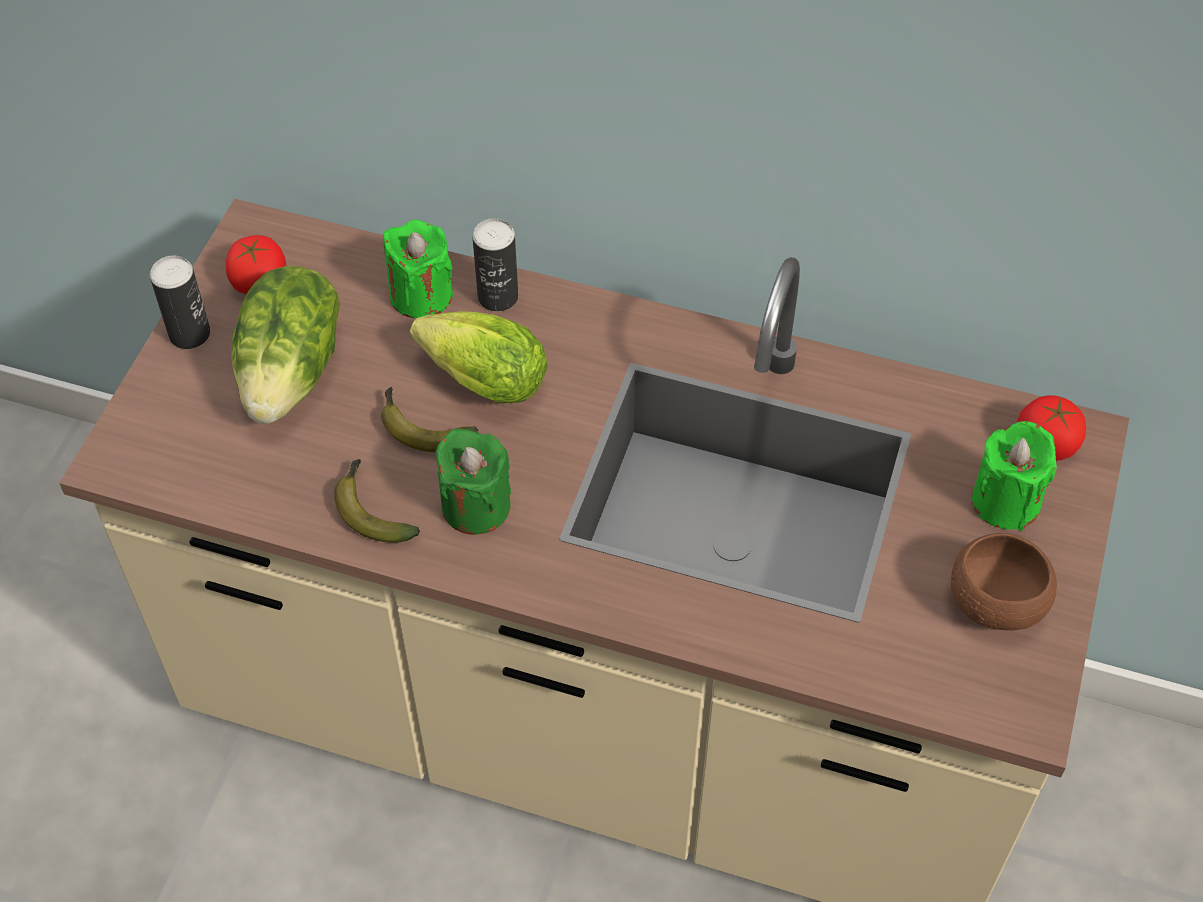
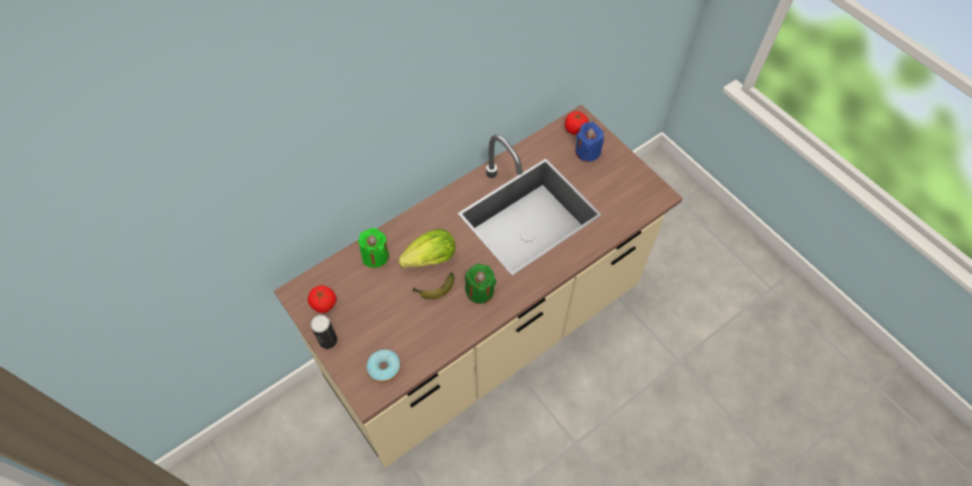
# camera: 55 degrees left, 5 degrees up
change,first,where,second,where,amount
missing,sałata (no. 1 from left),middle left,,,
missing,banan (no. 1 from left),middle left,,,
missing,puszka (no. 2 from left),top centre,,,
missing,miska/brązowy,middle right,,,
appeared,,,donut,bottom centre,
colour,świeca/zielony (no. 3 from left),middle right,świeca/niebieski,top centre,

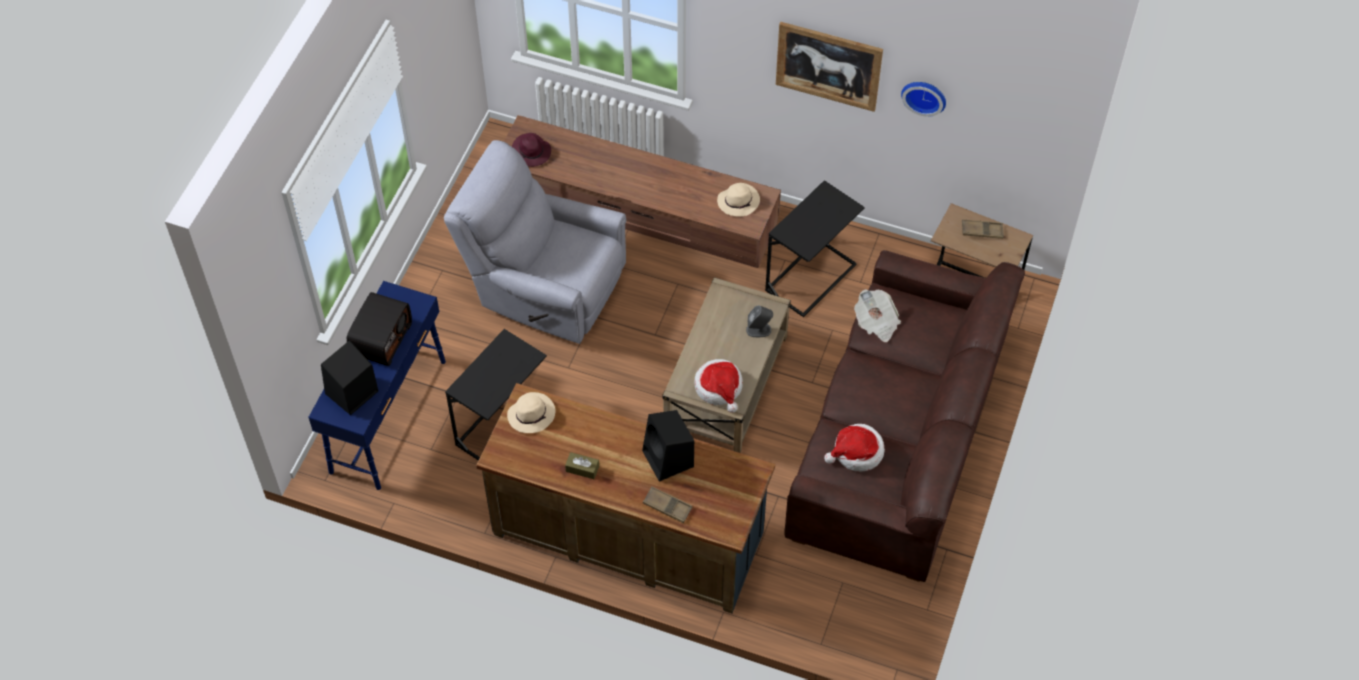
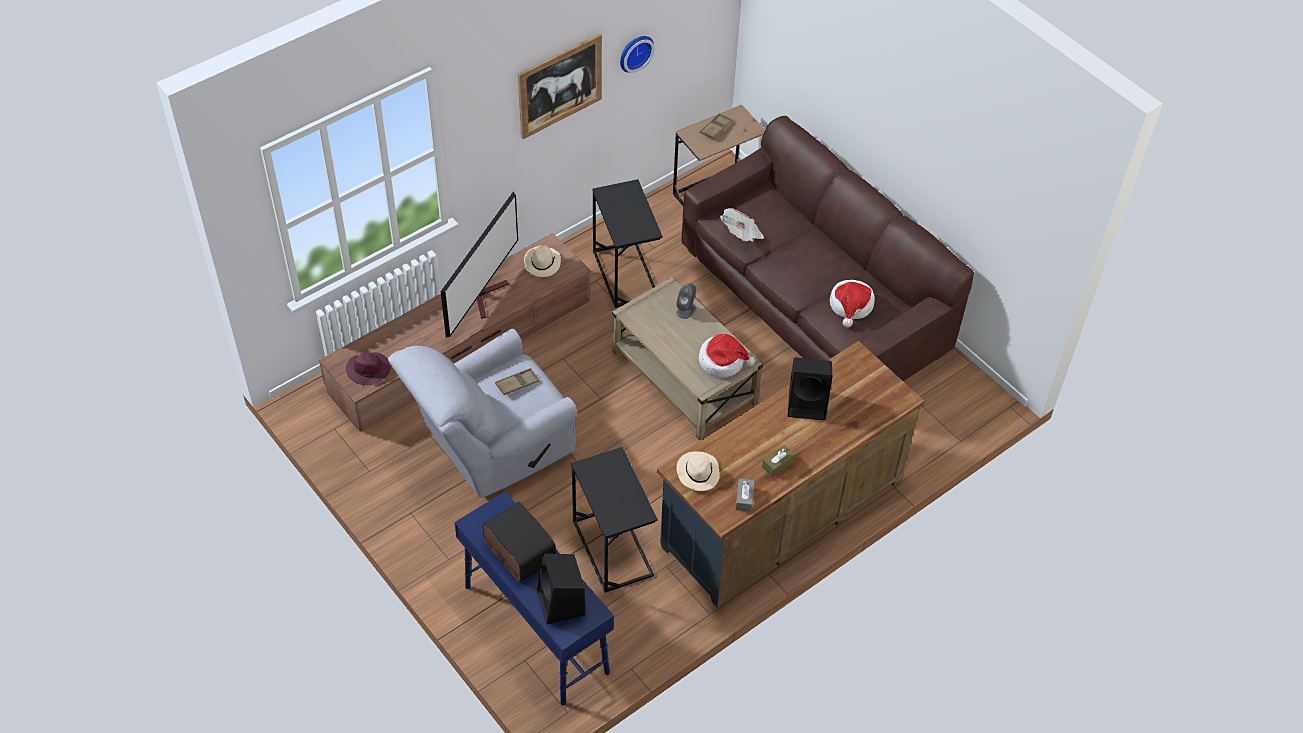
# camera: 60 degrees left, 5 degrees down
change,first,where,second,where,amount
appeared,,,telewizor,centre,
appeared,,,pudełko chusteczek/szary,bottom centre,
relocated,taca/brązowy (no. 1 from left),bottom centre,,centre,

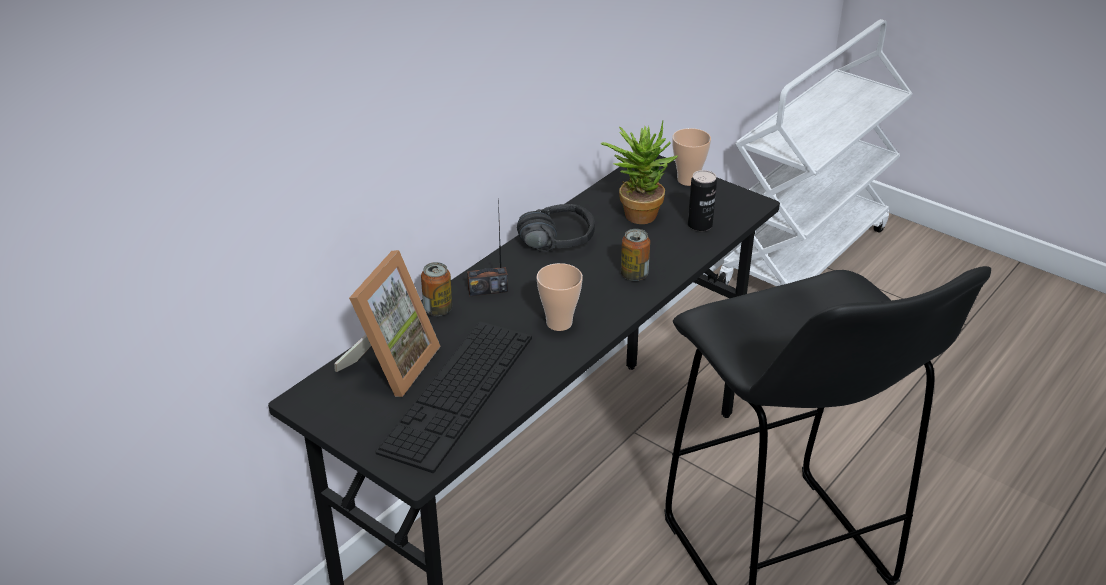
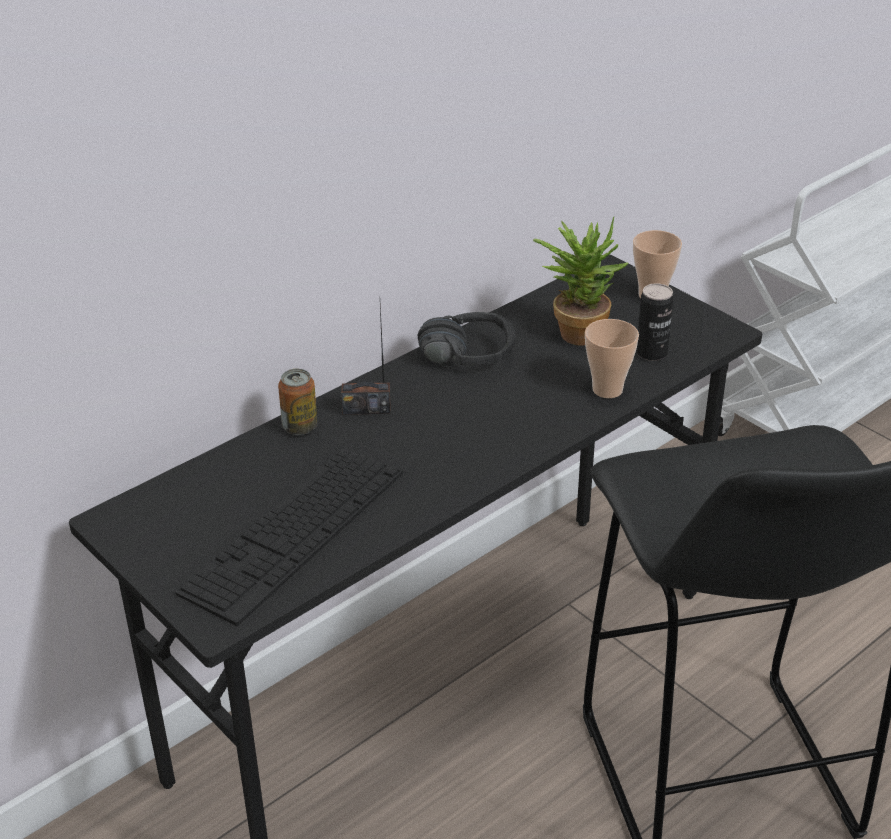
# camera: 10 degrees right, 0 degrees up
change,first,where,second,where,amount
missing,ramka na zdjęcie,centre,,,
missing,puszka (no. 2 from left),centre,,,
relocated,filiżanka (no. 1 from left),centre,,middle right,

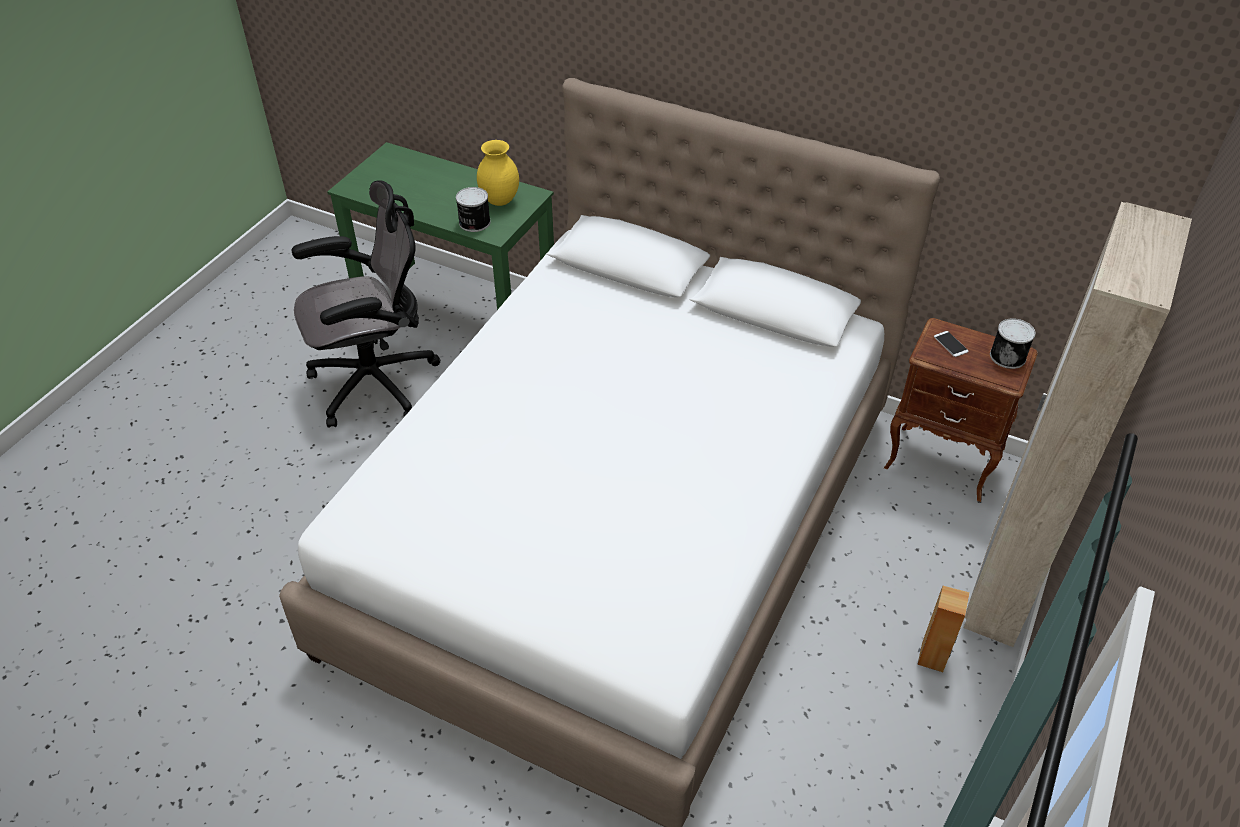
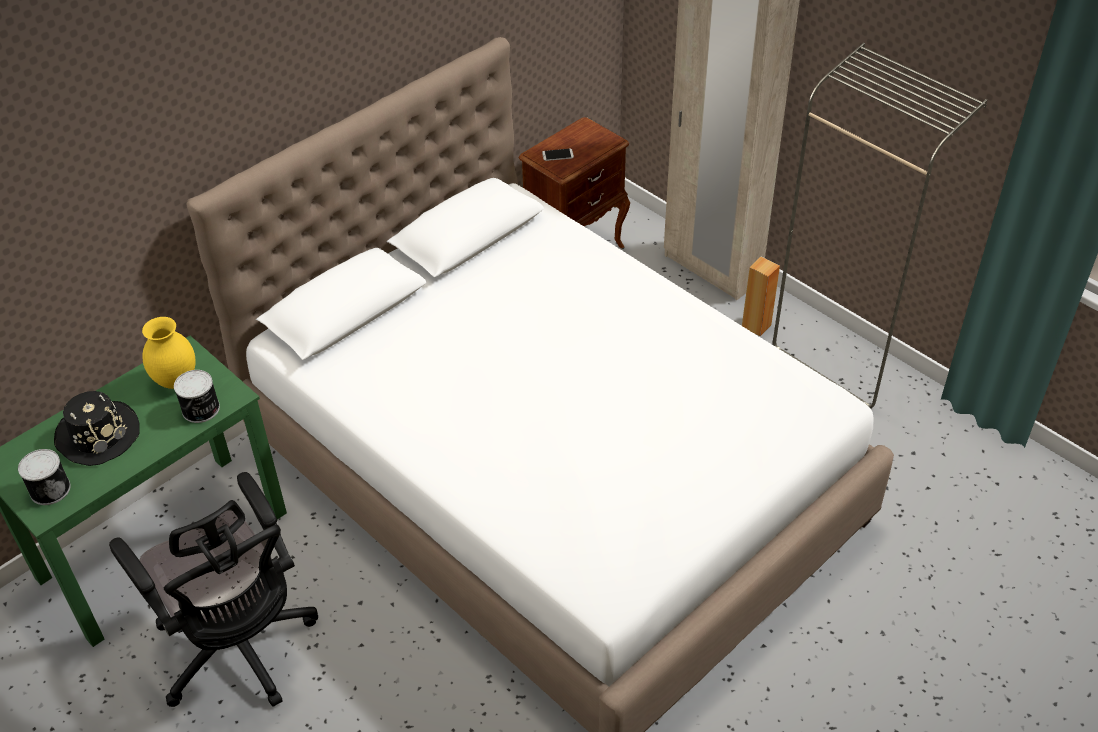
# camera: 70 degrees left, 0 degrees up
change,first,where,second,where,amount
appeared,,,kapelusz/czarny,middle left,
appeared,,,wieszak/szary,top right,
relocated,puszka (no. 2 from left in the first image),middle right,puszka (no. 1 from left),middle left,
spun,krzesło biurowe,middle left,,bottom left,150 degrees clockwise

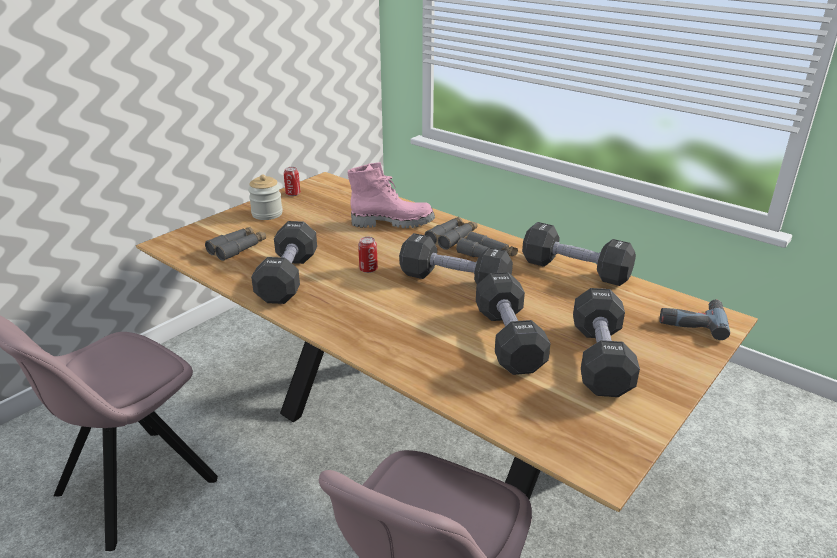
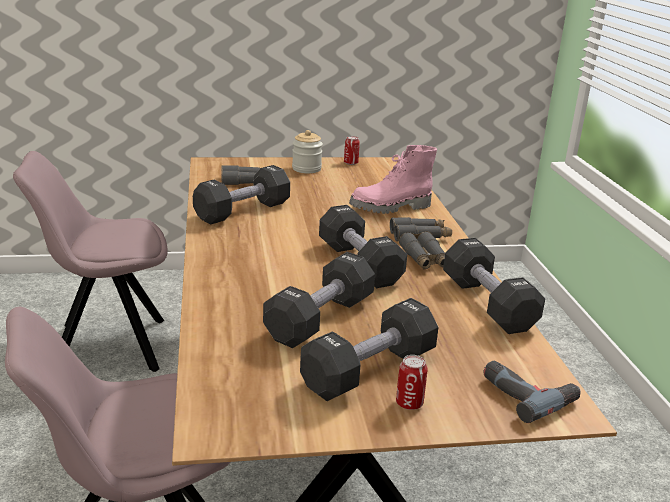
# camera: 40 degrees right, 5 degrees down
change,first,where,second,where,amount
relocated,puszka (no. 2 from left),centre,,bottom centre,
spun,but z cholewką/różowy,centre,,centre,120 degrees clockwise

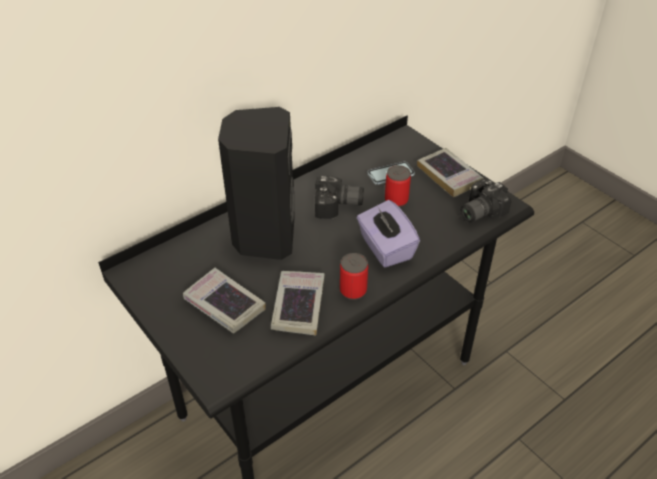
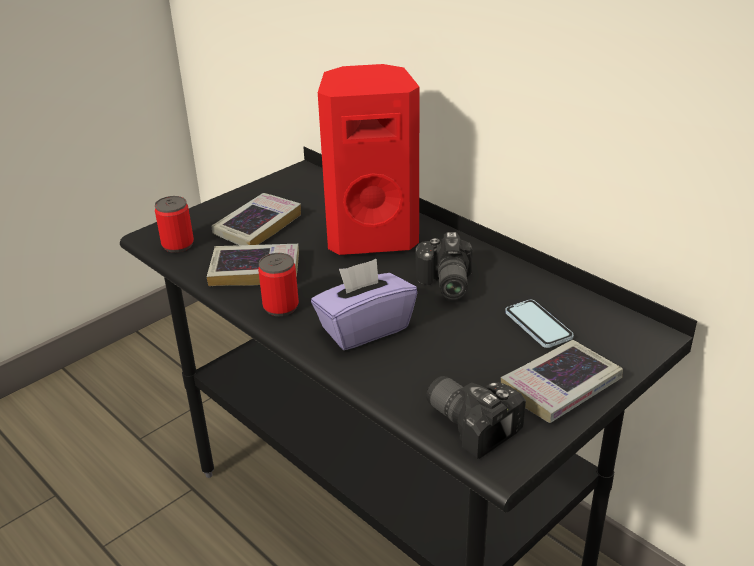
# camera: 85 degrees right, 10 degrees down
change,first,where,second,where,amount
relocated,puszka (no. 2 from left in the first image),centre,puszka (no. 1 from left),middle left,
colour,głośnik/czarny,centre,głośnik/czerwony,top centre,

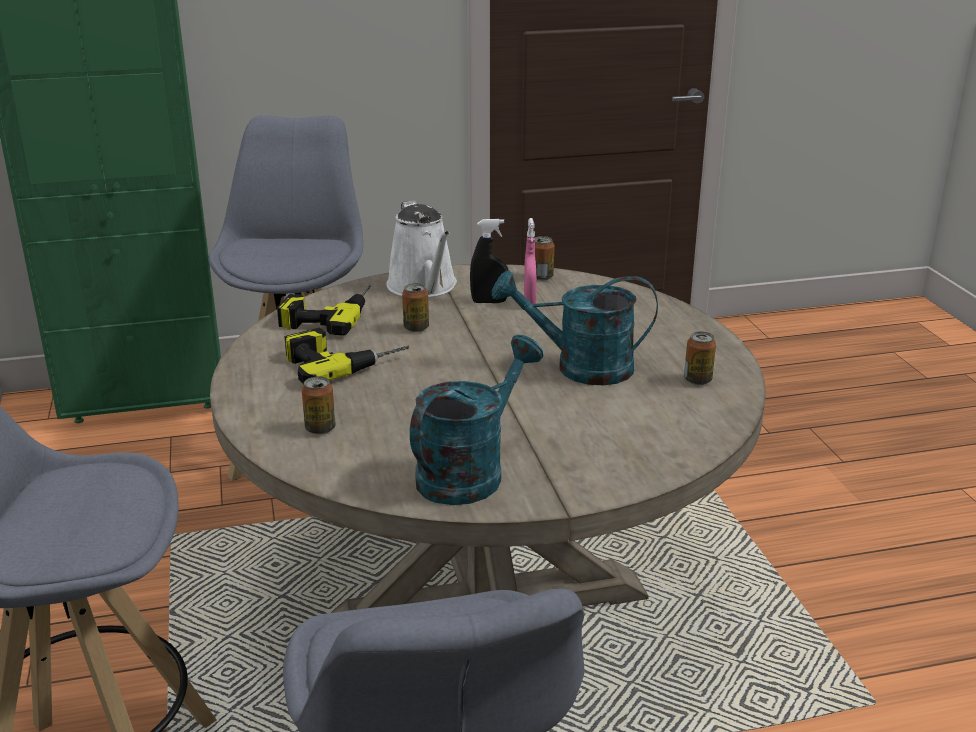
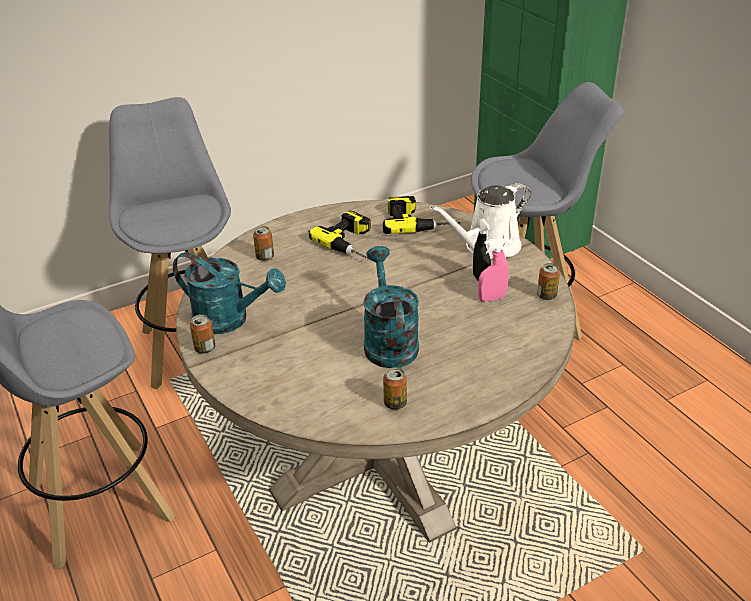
# camera: 75 degrees right, 10 degrees up
change,first,where,second,where,amount
relocated,puszka (no. 2 from left in the first image),centre,puszka (no. 1 from left),middle left,

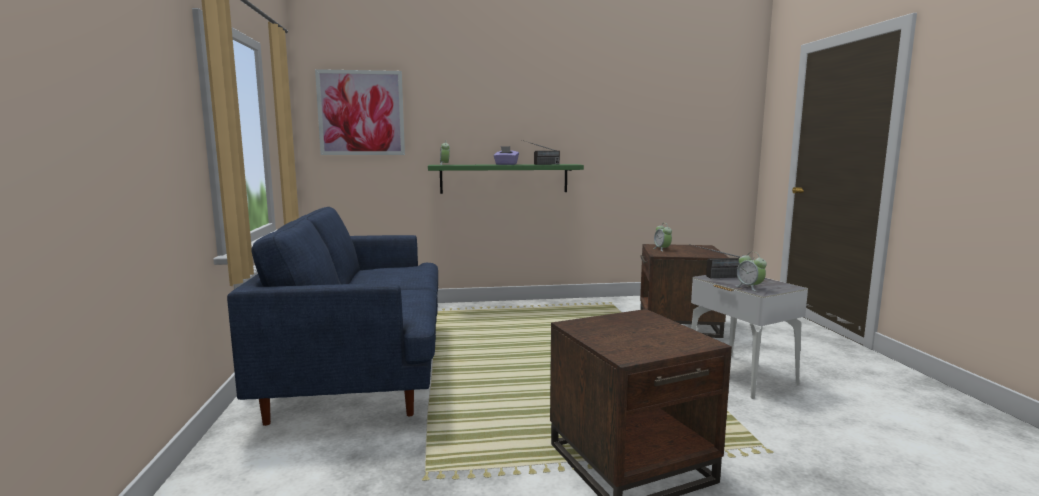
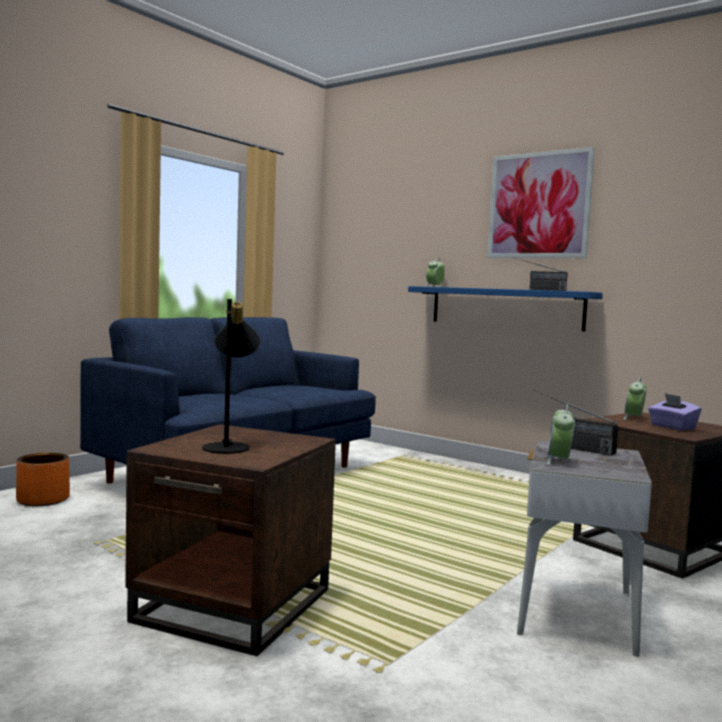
# camera: 45 degrees right, 5 degrees down
change,first,where,second,where,amount
appeared,,,donica/pomarańczowy,middle left,
appeared,,,lampa stołowa/czarny,middle left,
relocated,obraz,top centre,,top right,
relocated,pudełko chusteczek/fioletowy,top centre,,middle right,
colour,półka/zielony,centre,półka/niebieski,middle right,

